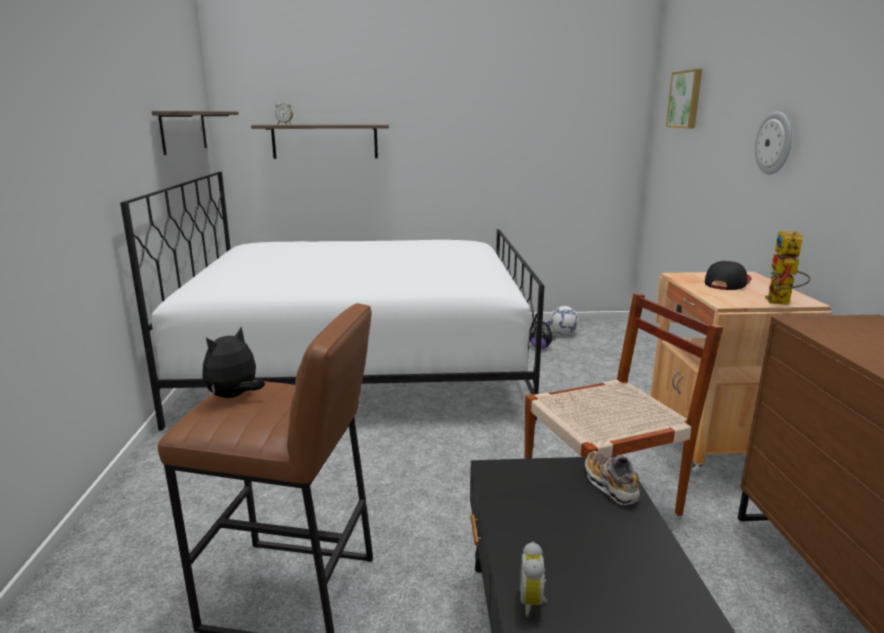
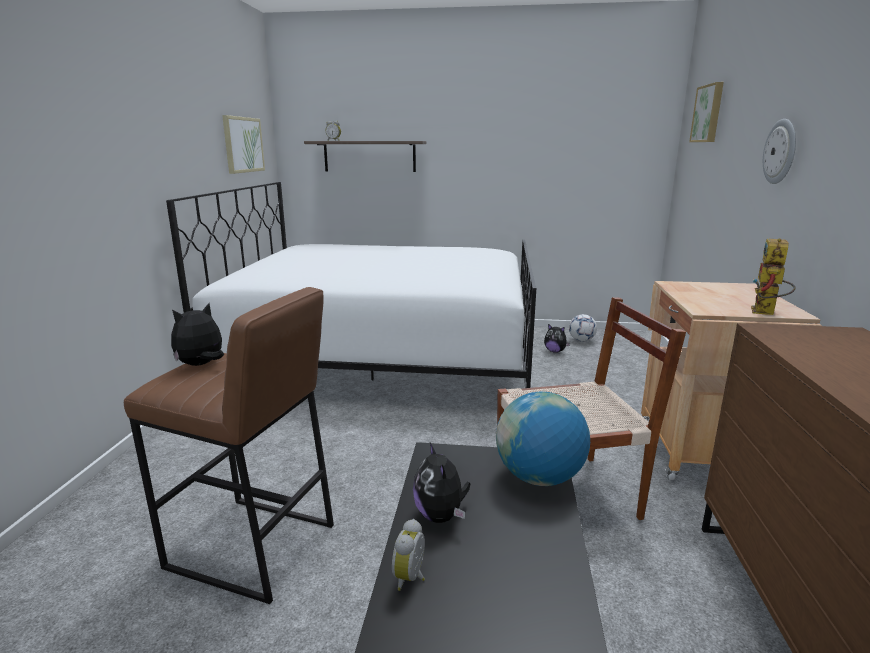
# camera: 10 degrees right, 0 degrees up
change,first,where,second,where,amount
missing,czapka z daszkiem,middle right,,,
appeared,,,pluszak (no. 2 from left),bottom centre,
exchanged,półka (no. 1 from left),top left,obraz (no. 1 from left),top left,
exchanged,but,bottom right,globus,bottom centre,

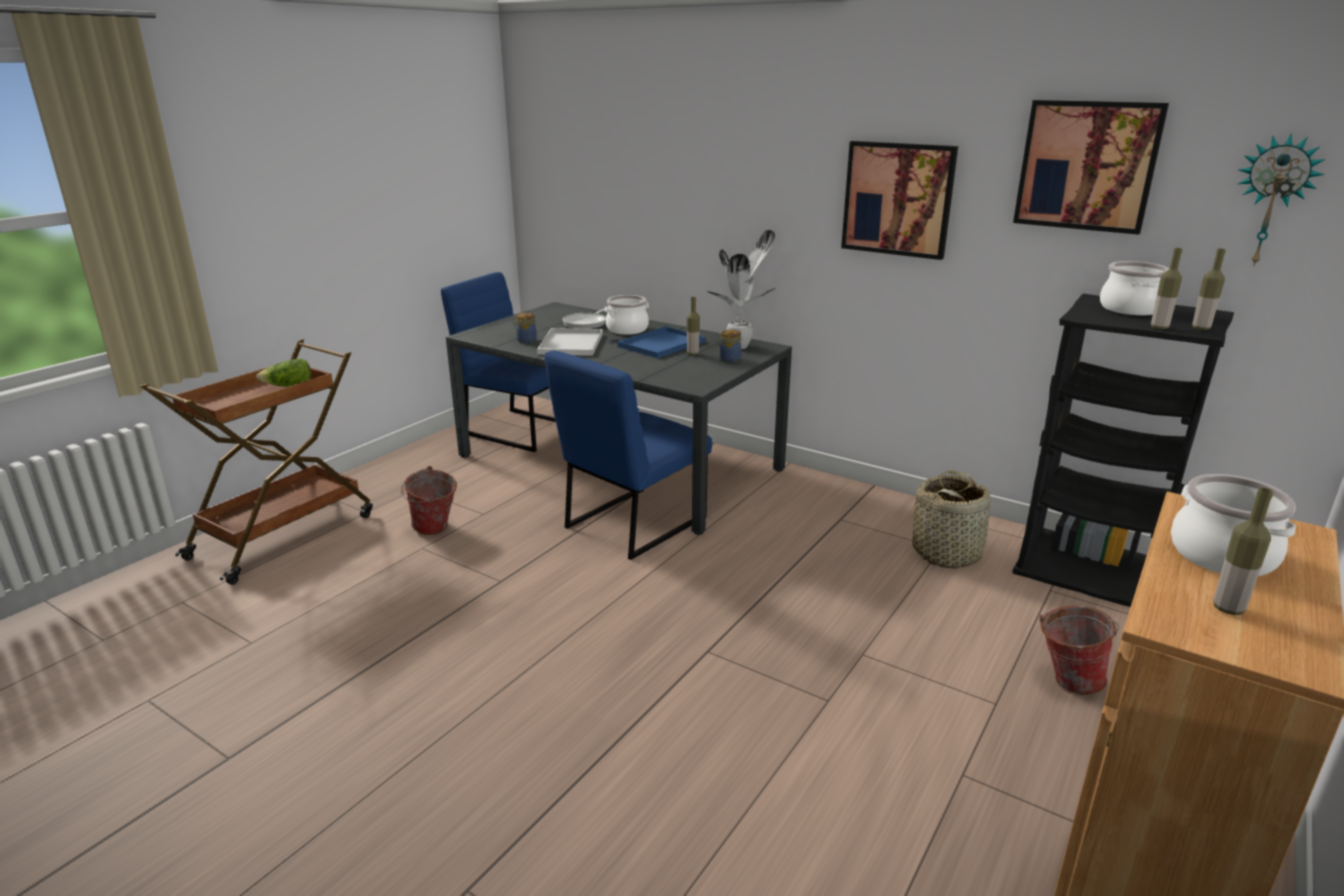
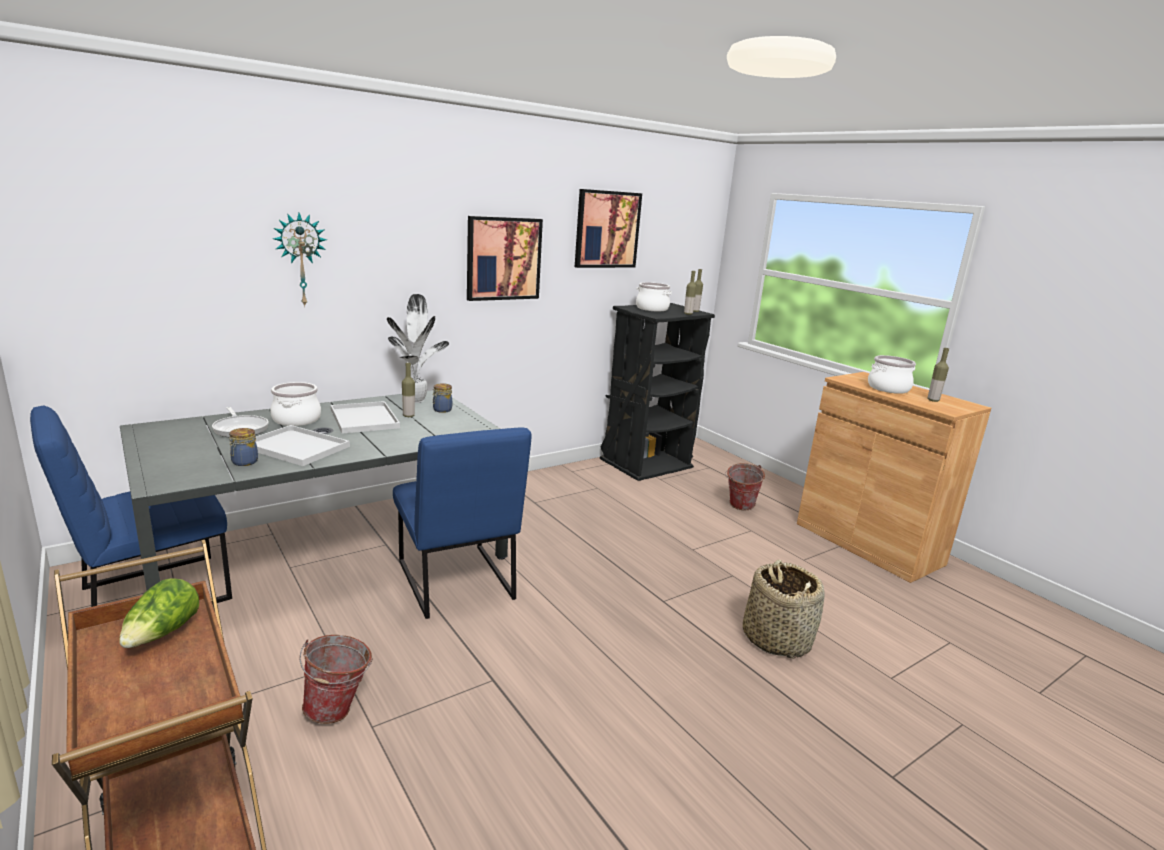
# camera: 70 degrees left, 5 degrees down
change,first,where,second,where,amount
relocated,koszyk,middle right,,bottom right,
relocated,zegar ścienny,top right,,top left,
colour,taca/niebieski,centre,taca/biały (no. 2 from left),middle left,

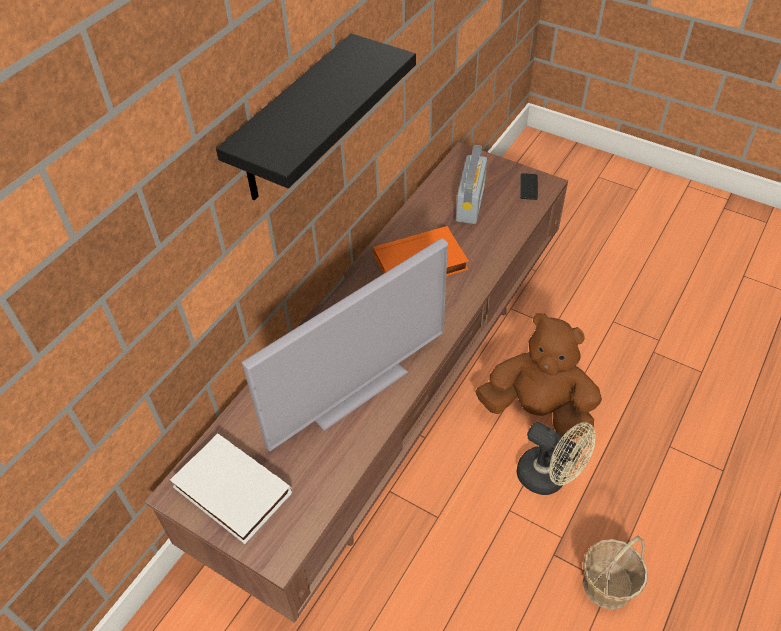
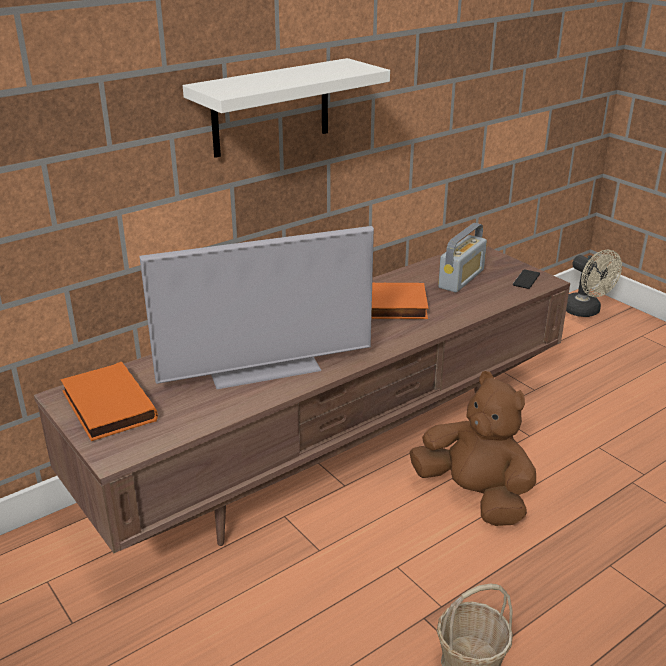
# camera: 20 degrees right, 20 degrees down
change,first,where,second,where,amount
relocated,wentylator/beżowy,bottom right,,middle right,
colour,książka/biały,bottom left,książka/pomarańczowy (no. 1 from left),middle left,
colour,półka/czarny,top centre,półka/biały,top centre,

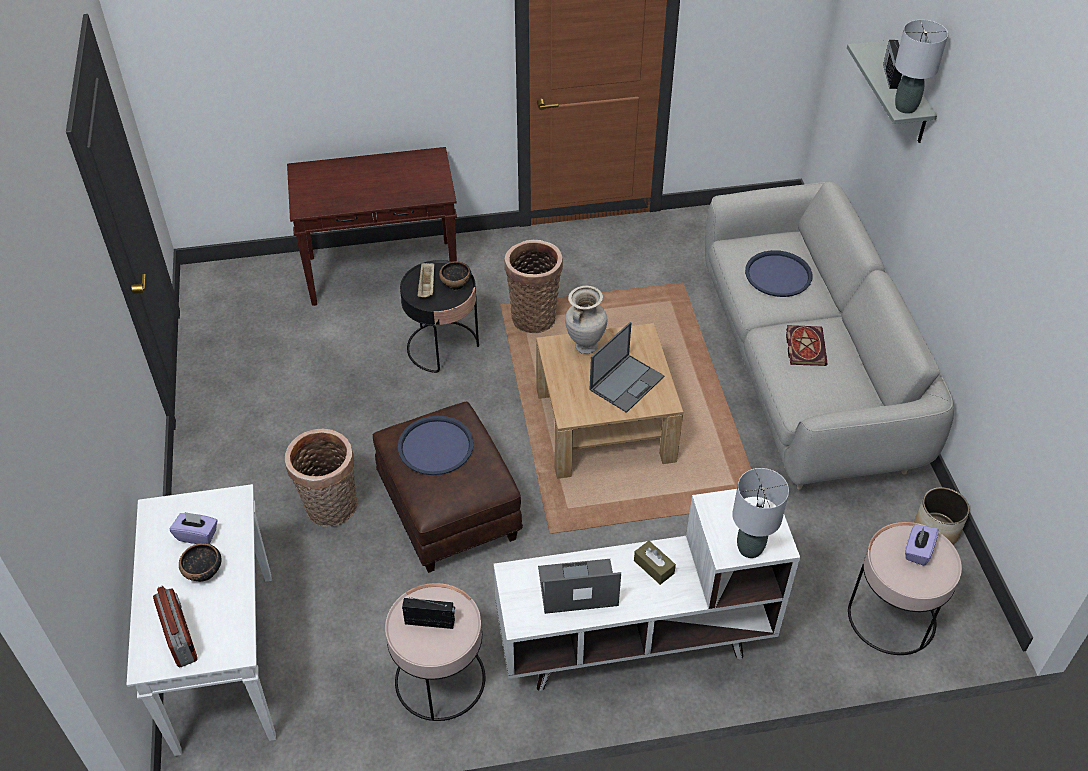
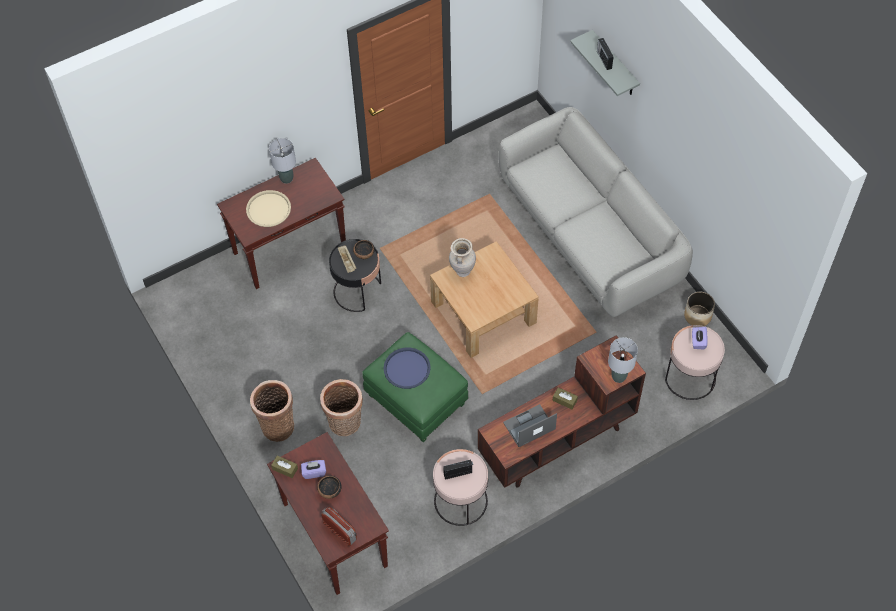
# camera: 20 degrees left, 10 degrees up
change,first,where,second,where,amount
missing,laptop (no. 2 from left),centre,,,
missing,taca/niebieski (no. 2 from left),middle right,,,
missing,książka,middle right,,,
appeared,,,taca/beżowy (no. 1 from left),middle left,
appeared,,,pudełko chusteczek/brązowy (no. 1 from left),bottom left,
relocated,koszyk (no. 2 from left in the first image),centre,koszyk (no. 1 from left),bottom left,
relocated,lampa stołowa/szary (no. 2 from left in the first image),top right,lampa stołowa/szary (no. 1 from left),top left,
colour,stolik konsolowy/biały,bottom left,stolik konsolowy/brązowy (no. 2 from left),bottom centre,
colour,pufa/brązowy,centre,pufa/zielony,centre,
colour,szafka pod telewizor/biały,bottom centre,szafka pod telewizor/brązowy,bottom centre,

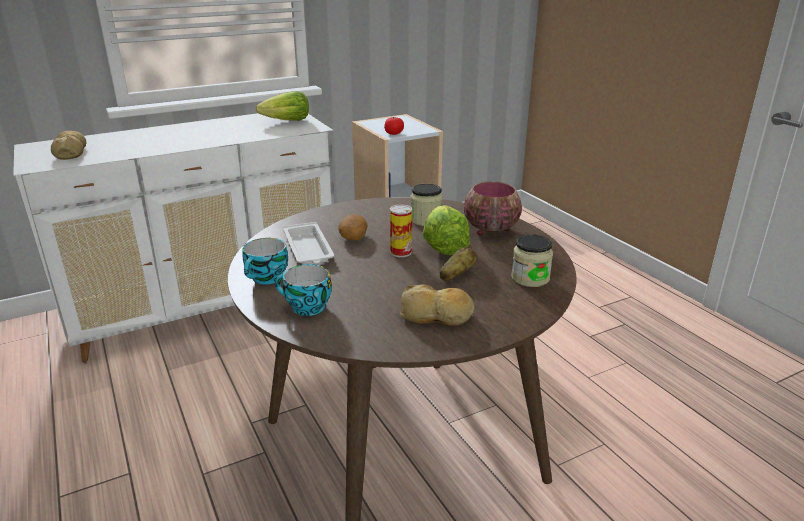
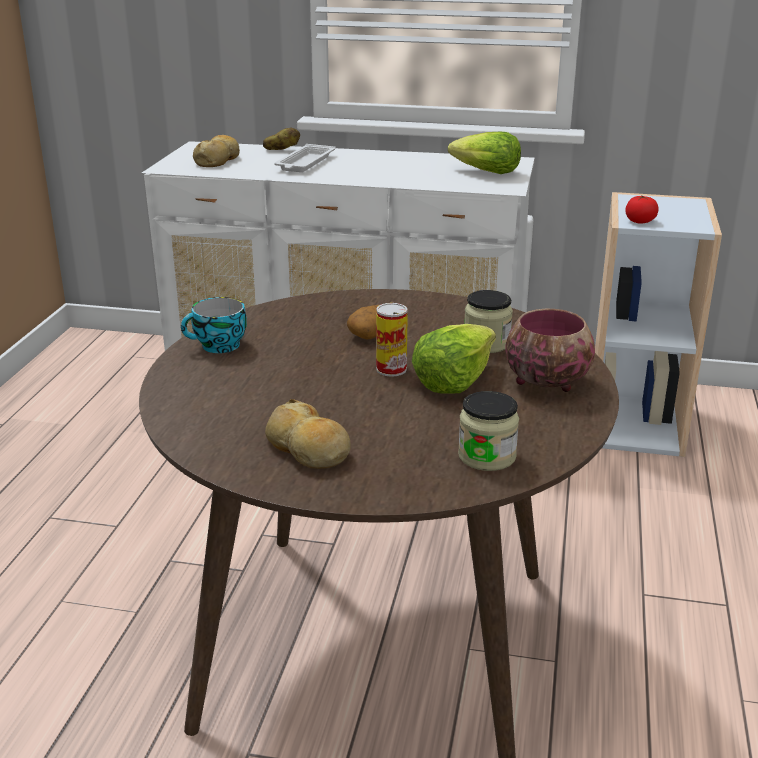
# camera: 40 degrees right, 0 degrees up
change,first,where,second,where,amount
missing,filiżanka (no. 2 from left),centre,,,
relocated,taca/biały,centre,,top centre,
relocated,ziemniak (no. 2 from left in the first image),centre,ziemniak (no. 1 from left),top centre,

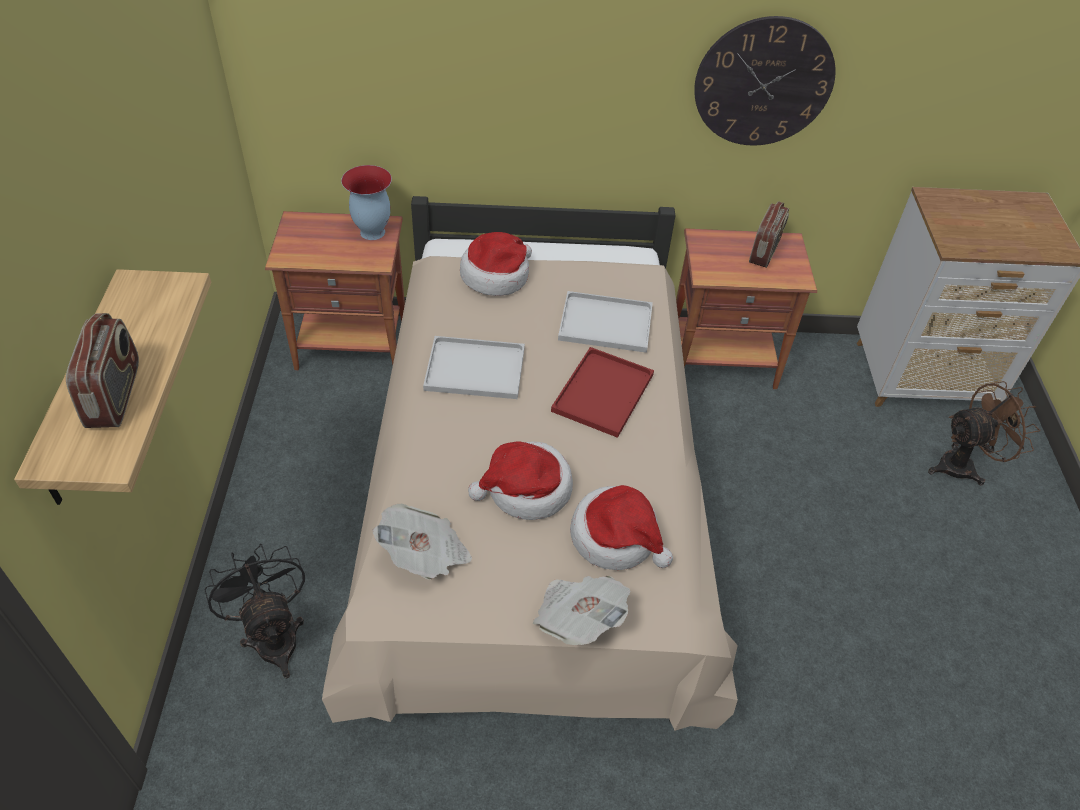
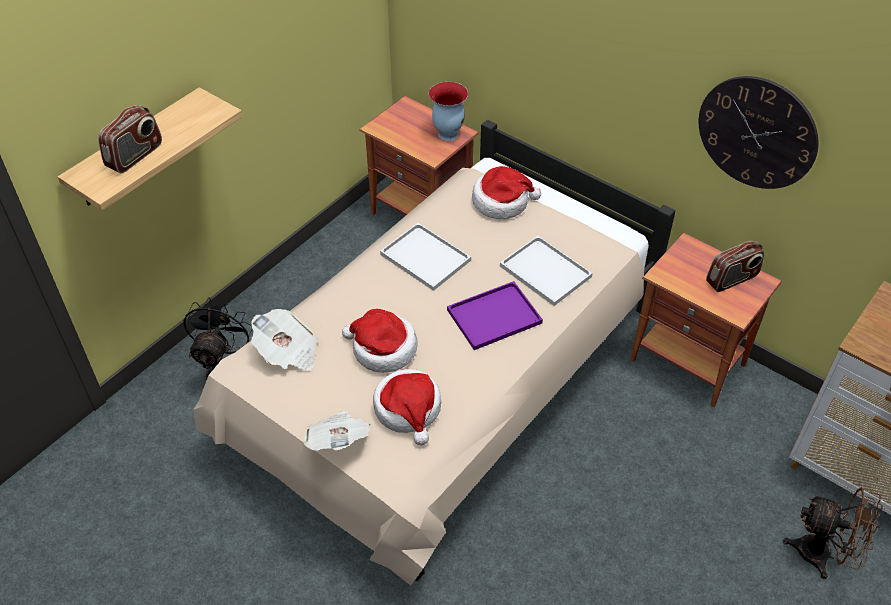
# camera: 40 degrees right, 0 degrees up
change,first,where,second,where,amount
colour,taca/czerwony,centre,taca/fioletowy,centre,

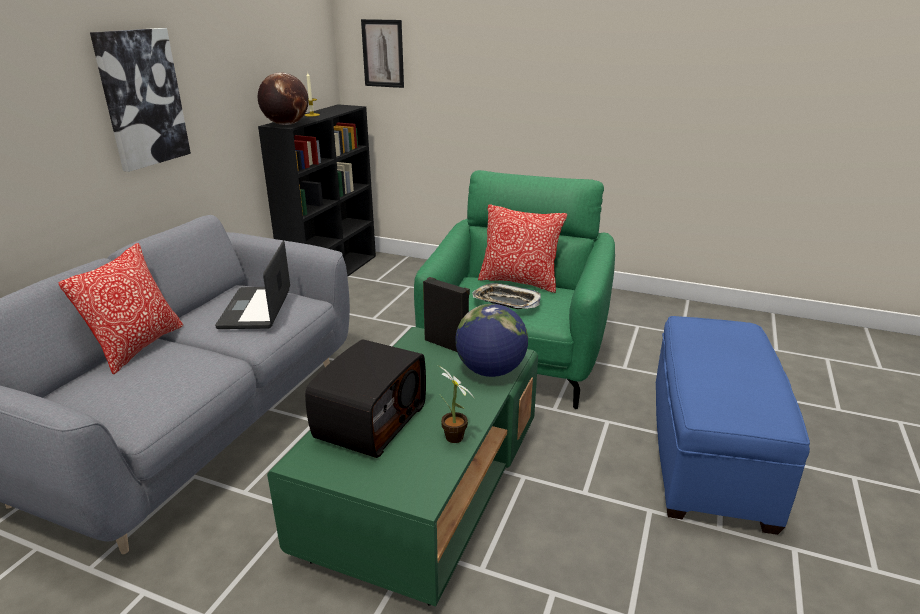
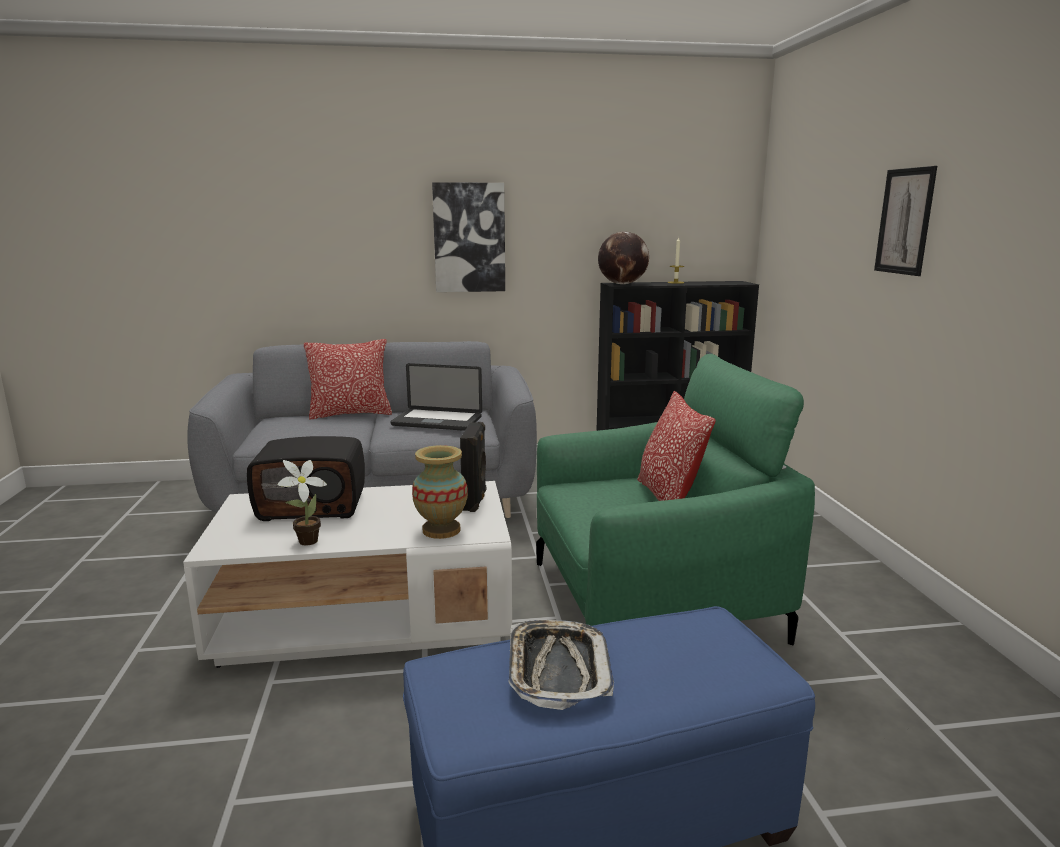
# camera: 60 degrees right, 10 degrees down
change,first,where,second,where,amount
relocated,obraz (no. 2 from left),top centre,,top right,
relocated,taca,centre,,bottom centre,
exchanged,globus (no. 2 from left),centre,wazon,centre,
colour,ława/zielony,bottom centre,ława/biały,bottom left,
spun,laptop,middle left,,centre,135 degrees counterclockwise

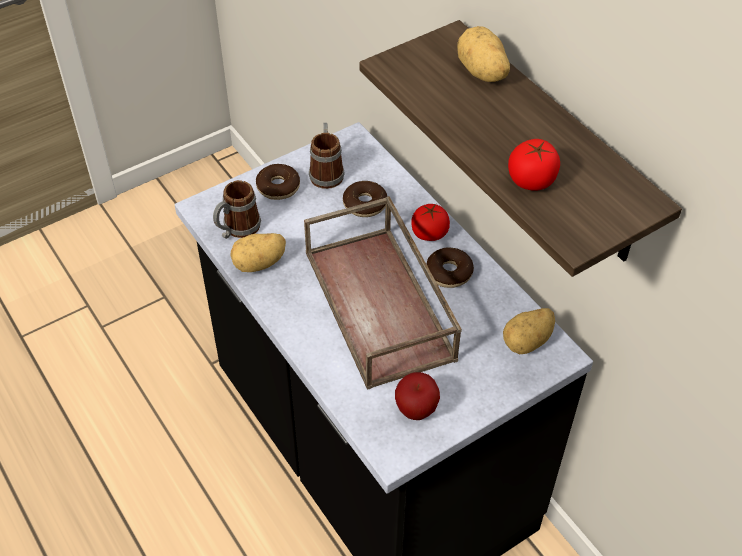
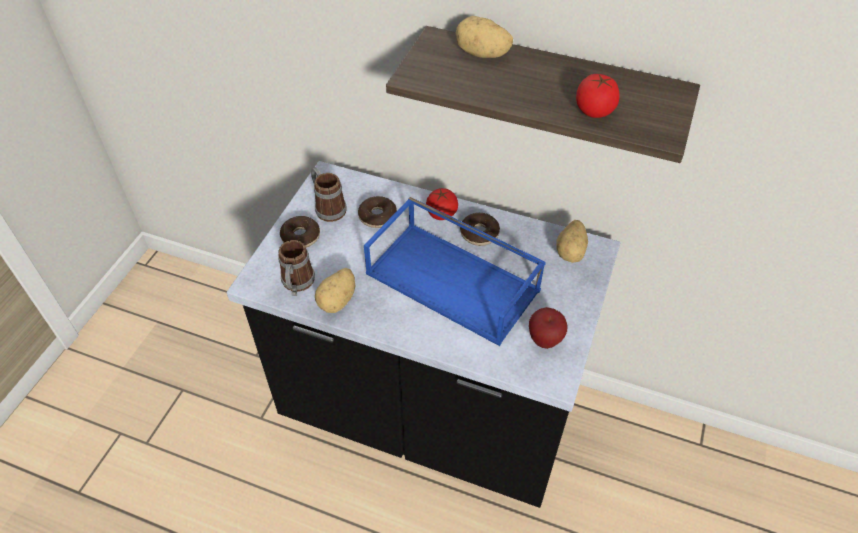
# camera: 35 degrees left, 0 degrees up
change,first,where,second,where,amount
colour,taca/brązowy,centre,taca/niebieski,centre,

